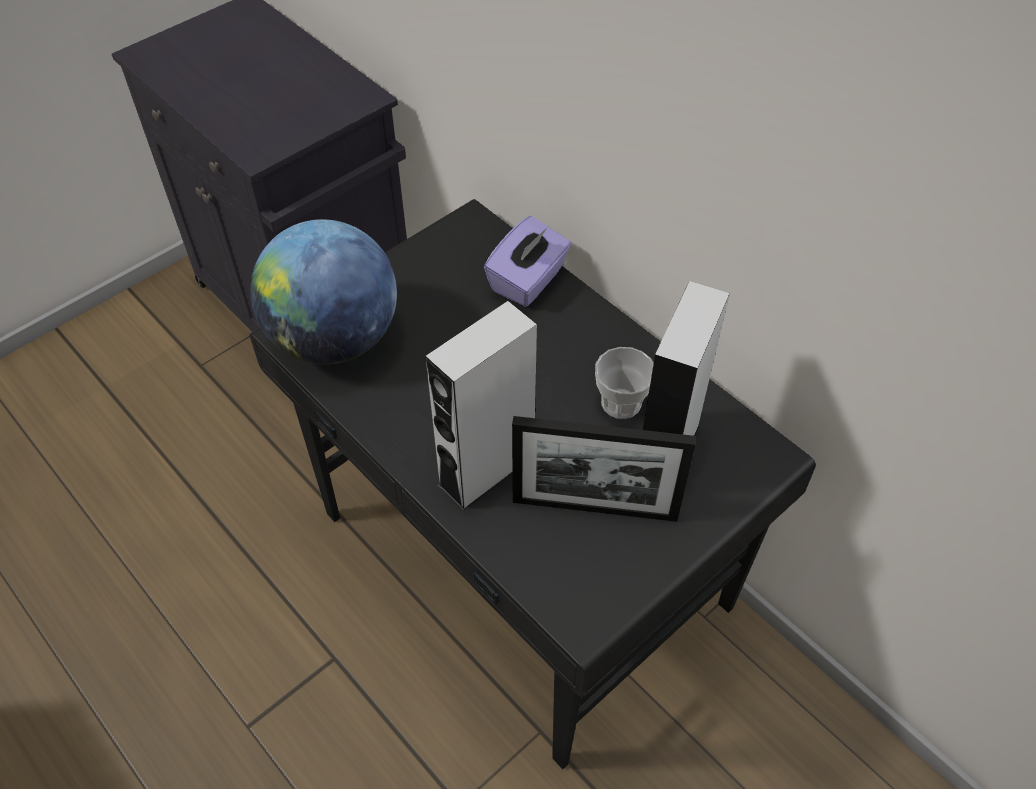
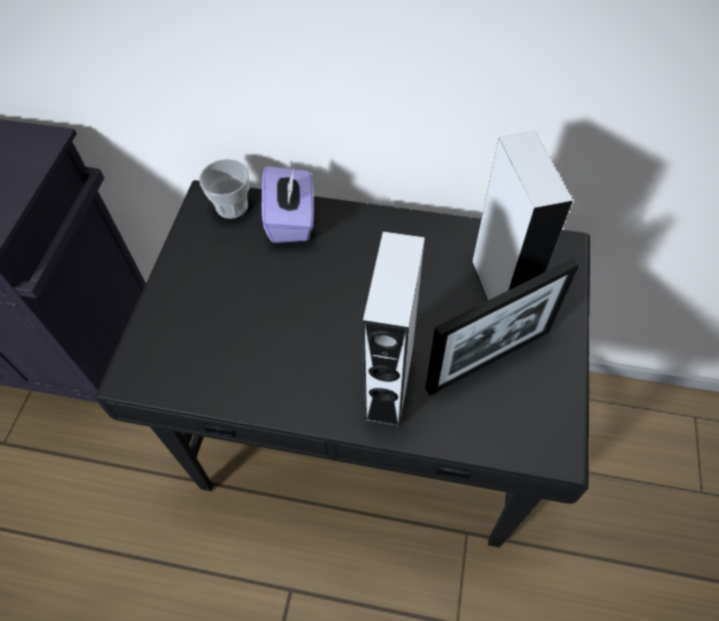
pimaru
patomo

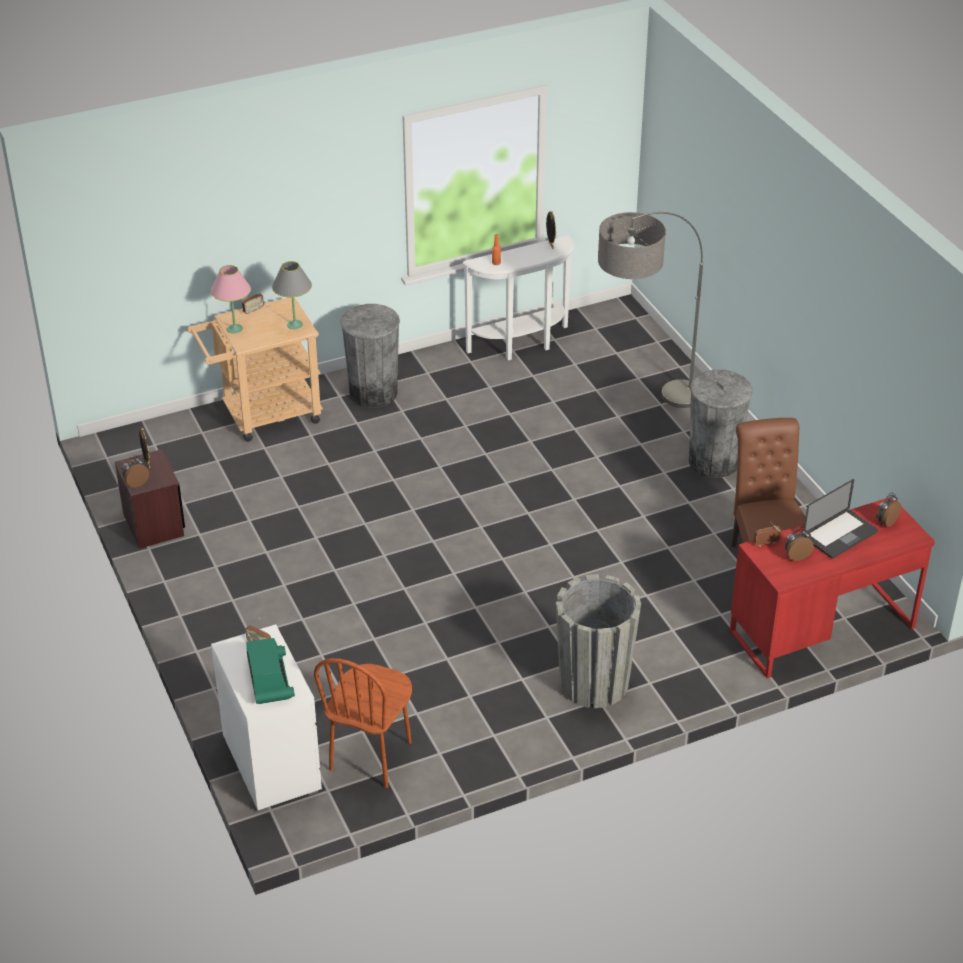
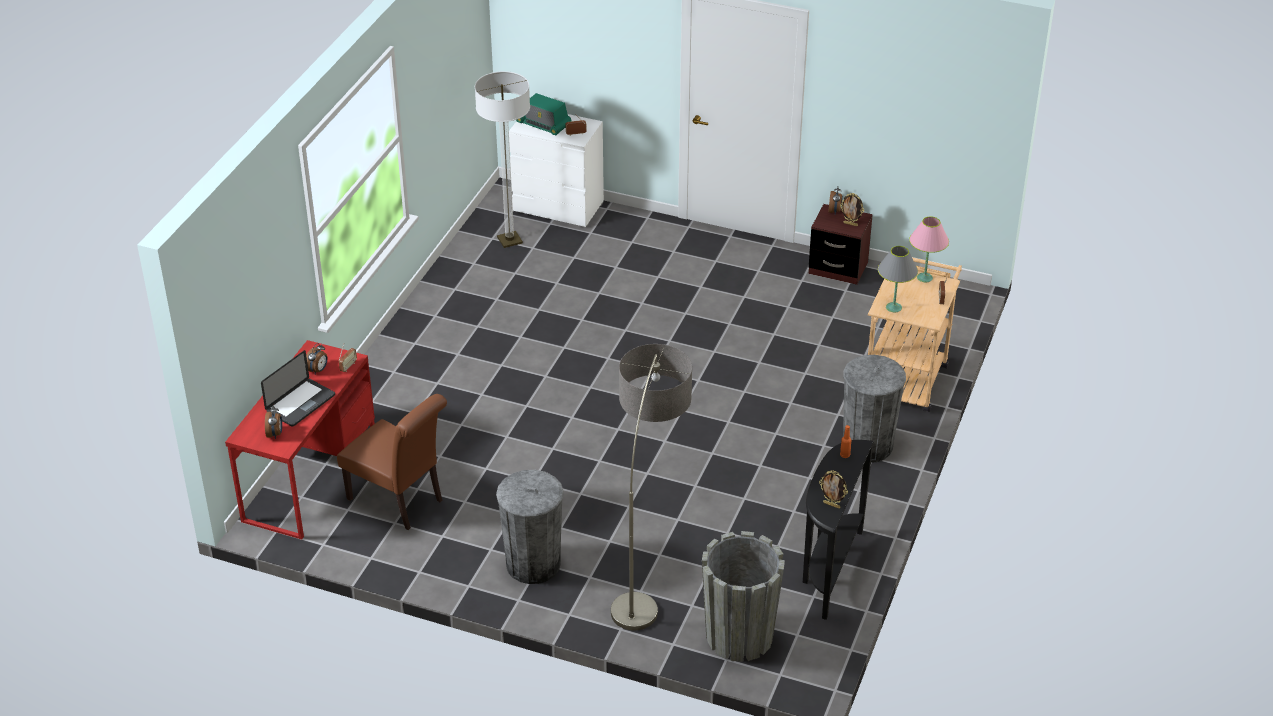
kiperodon (no. 1 from left)
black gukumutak
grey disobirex
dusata

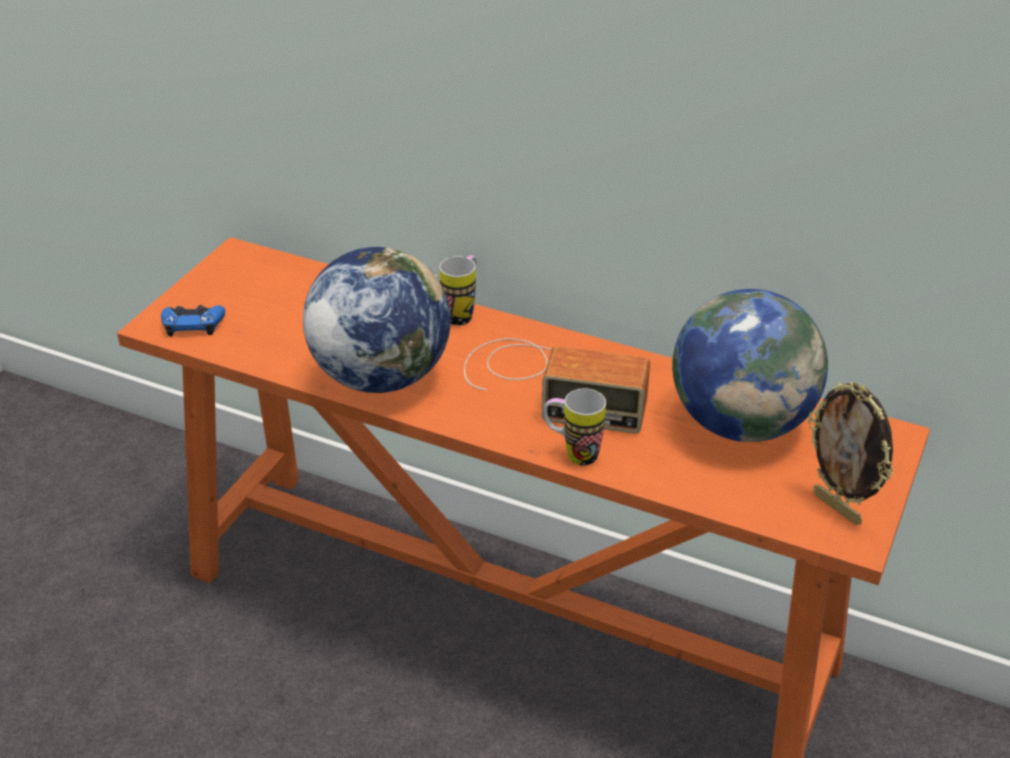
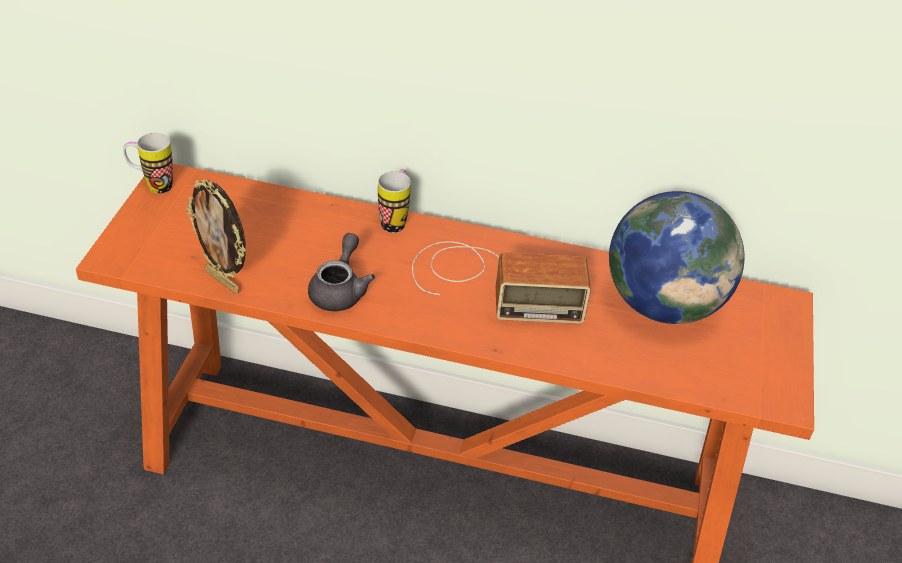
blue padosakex
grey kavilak
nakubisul (no. 1 from left)
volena

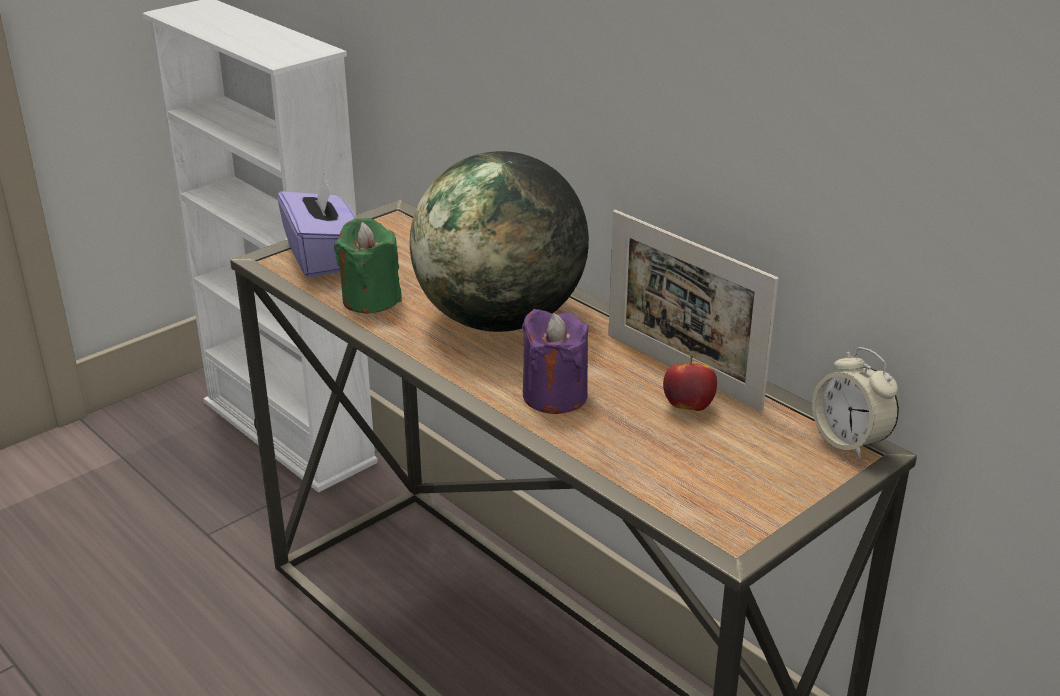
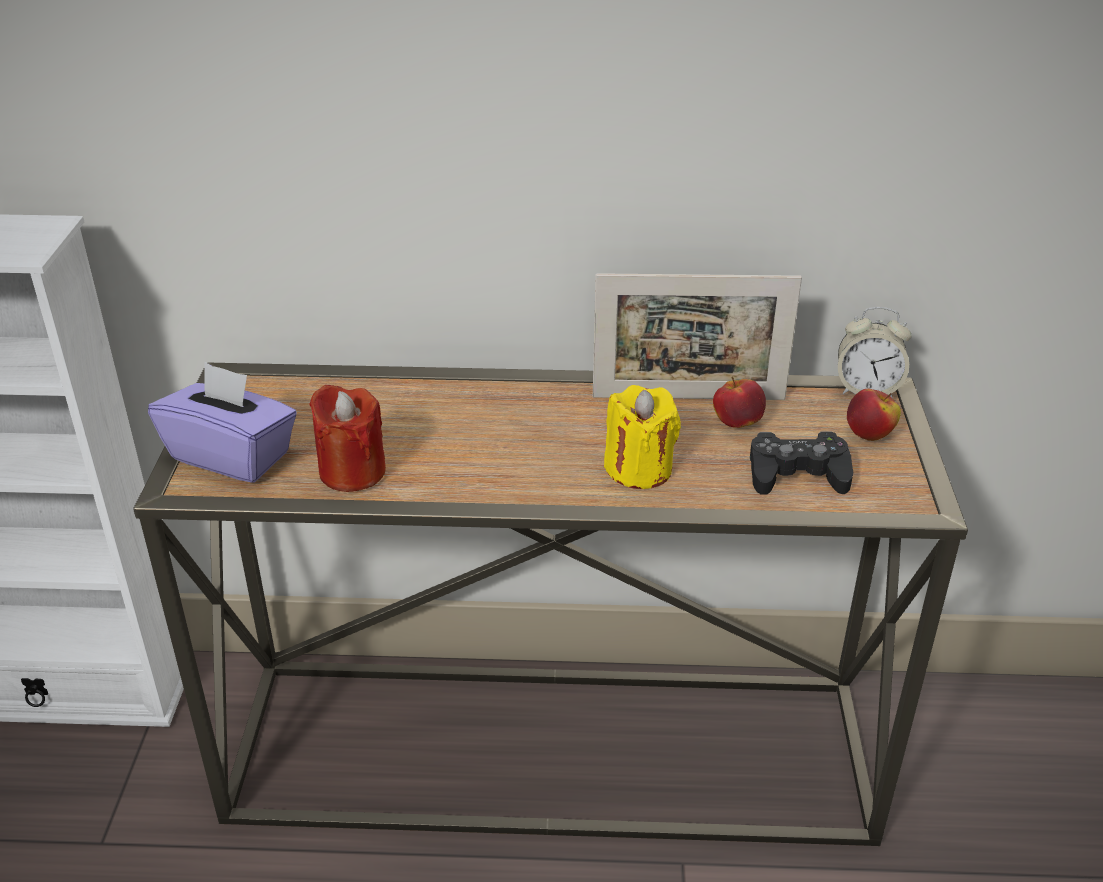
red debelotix
pimaru
yellow debelotix
black padosakex
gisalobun (no. 2 from left)

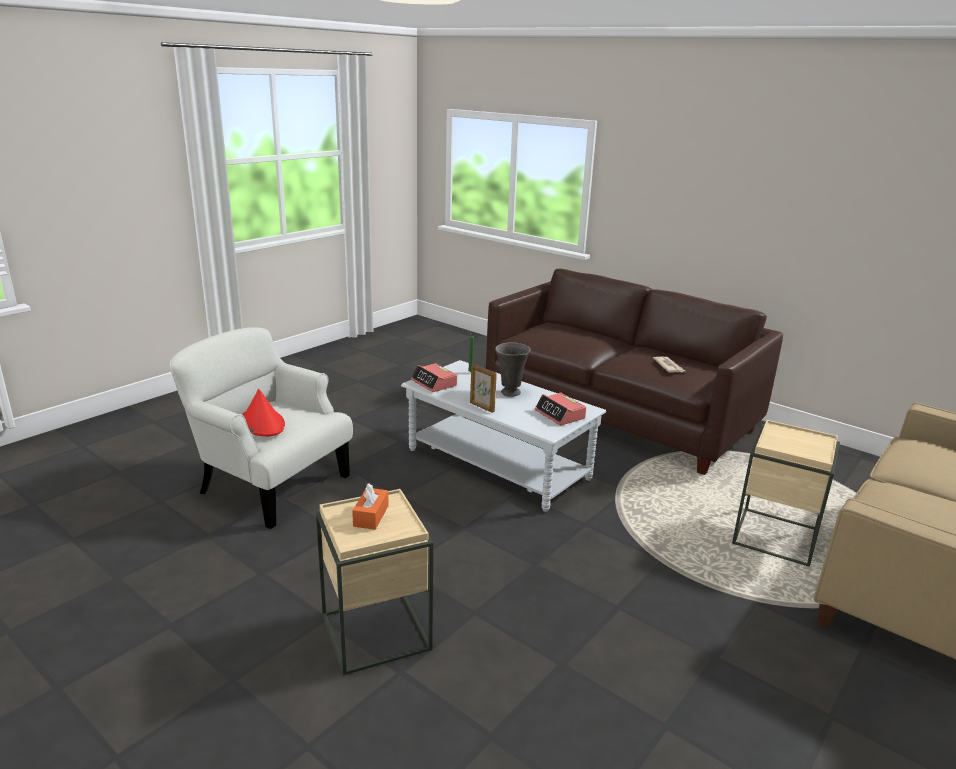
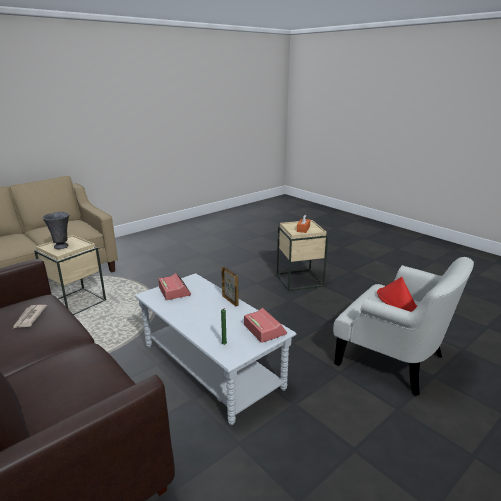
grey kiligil

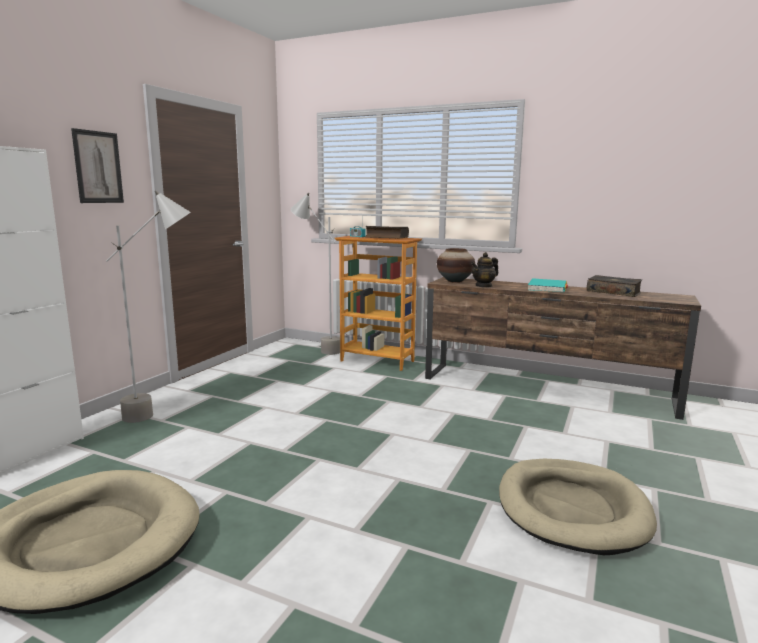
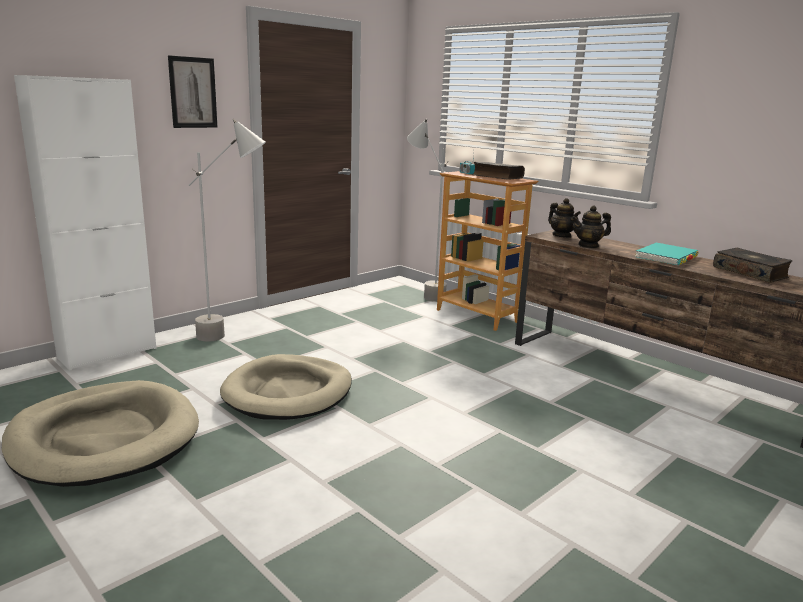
kavilak (no. 1 from left)
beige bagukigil (no. 2 from left)

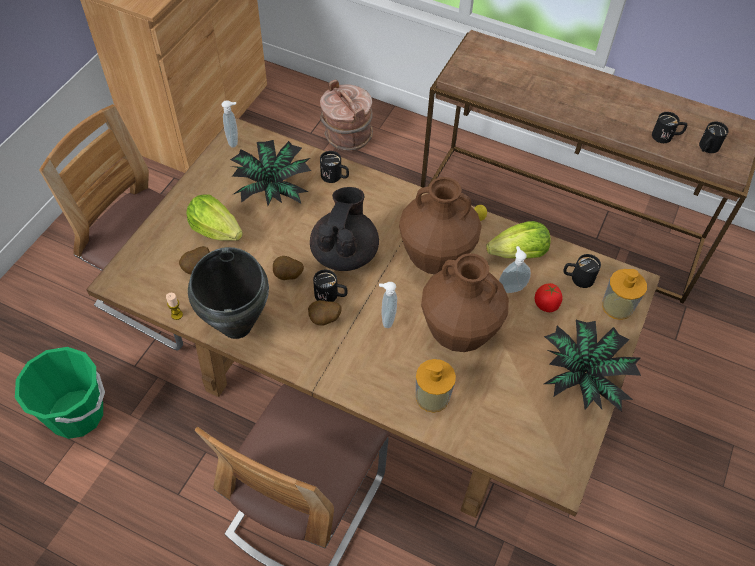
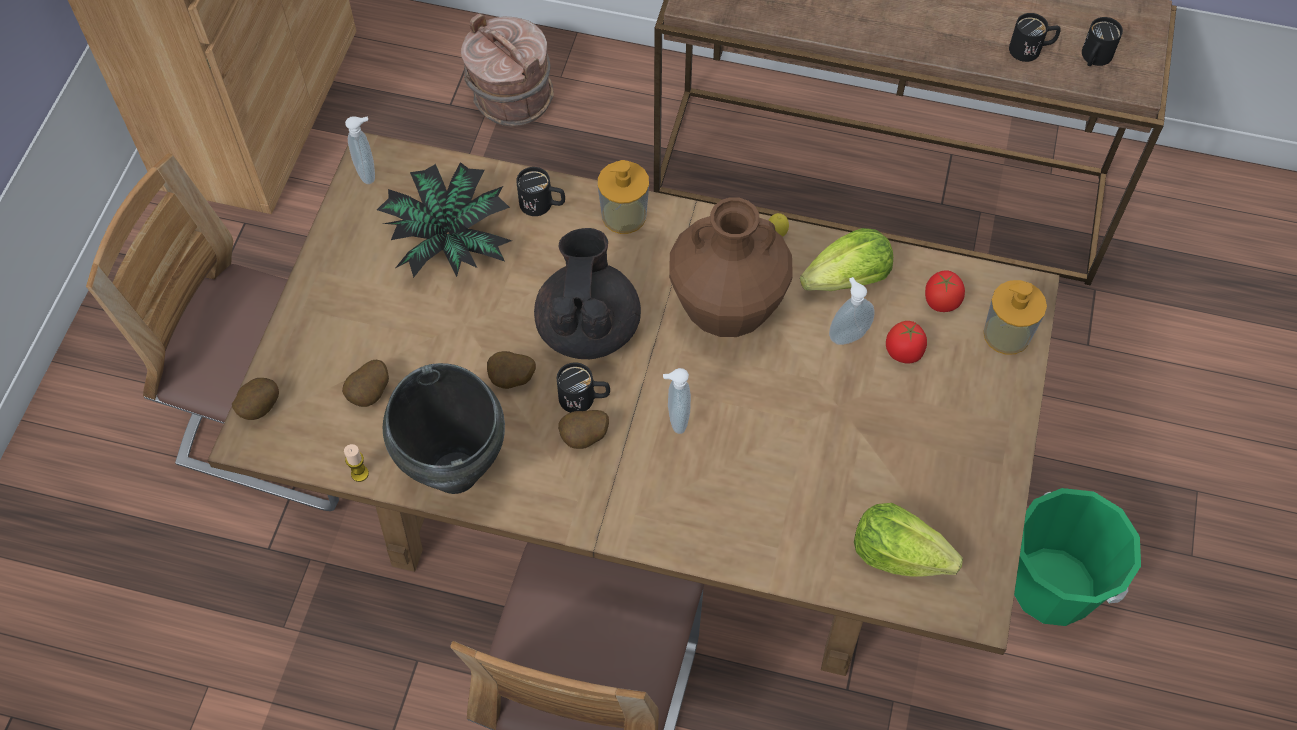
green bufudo
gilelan (no. 2 from left)
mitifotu (no. 2 from left)
brown kiligil (no. 2 from left in the first image)
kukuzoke (no. 2 from left in the first image)
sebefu (no. 2 from left)
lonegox (no. 1 from left)

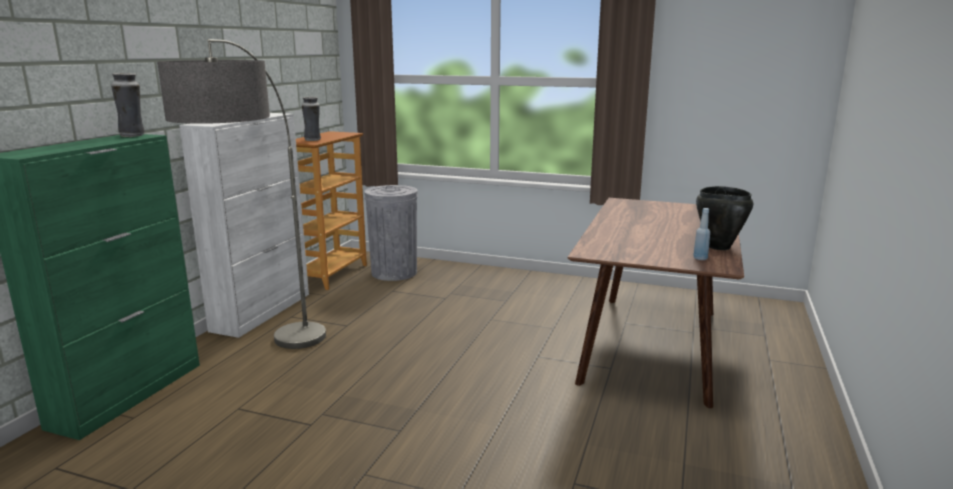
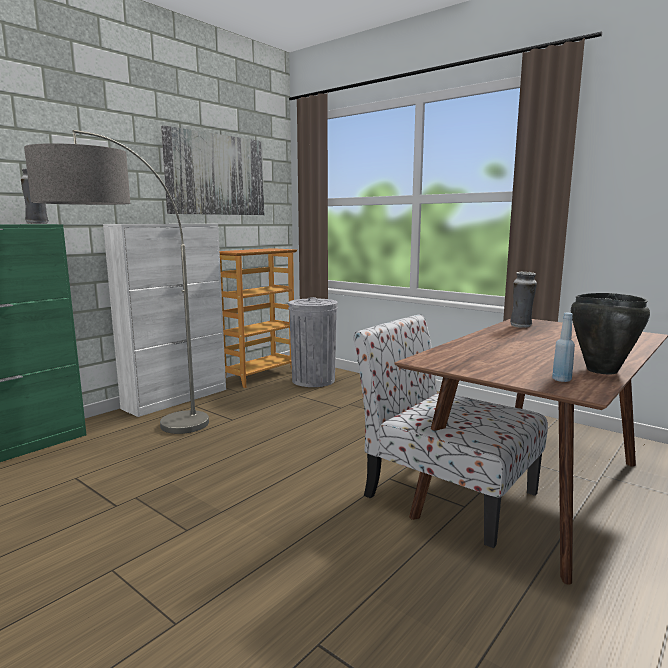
kiligil (no. 2 from left)
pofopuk
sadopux

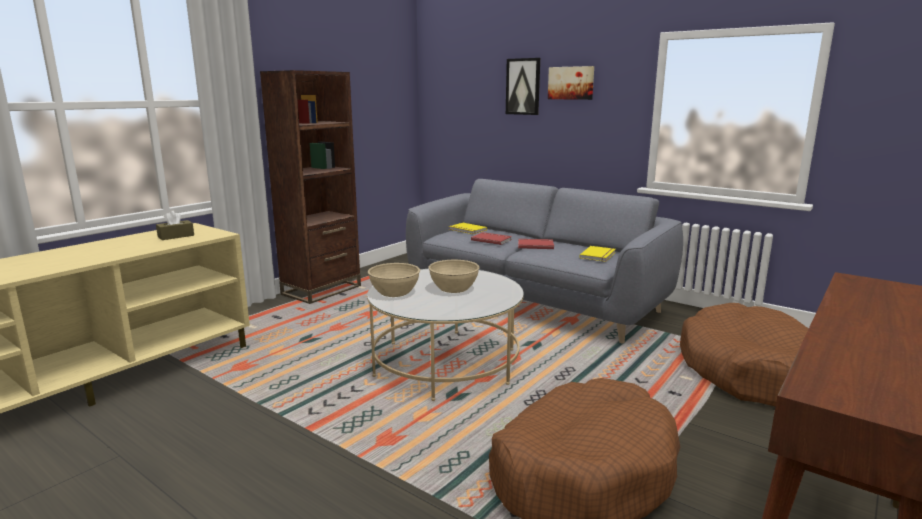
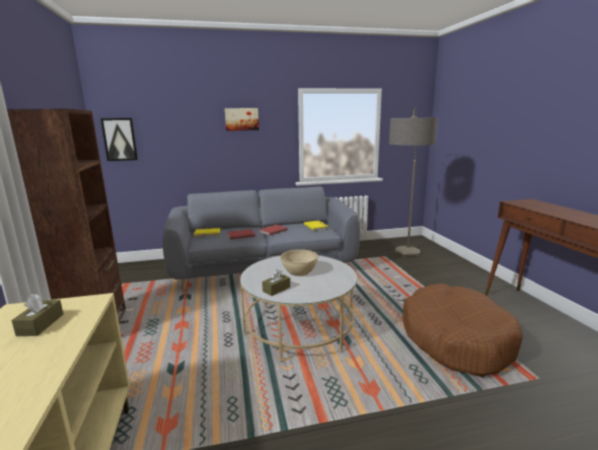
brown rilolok (no. 2 from left)
pofopuk (no. 1 from left)
kiperodon

